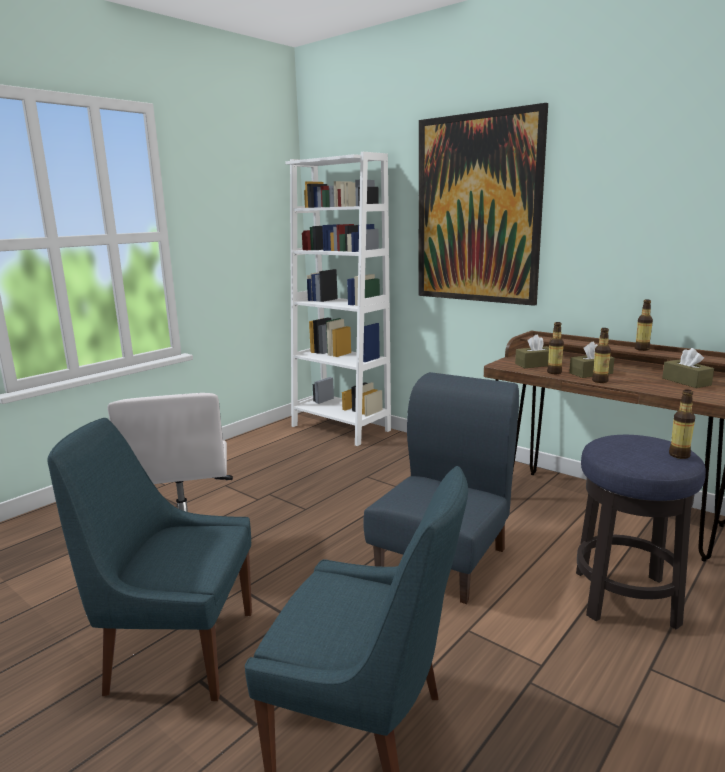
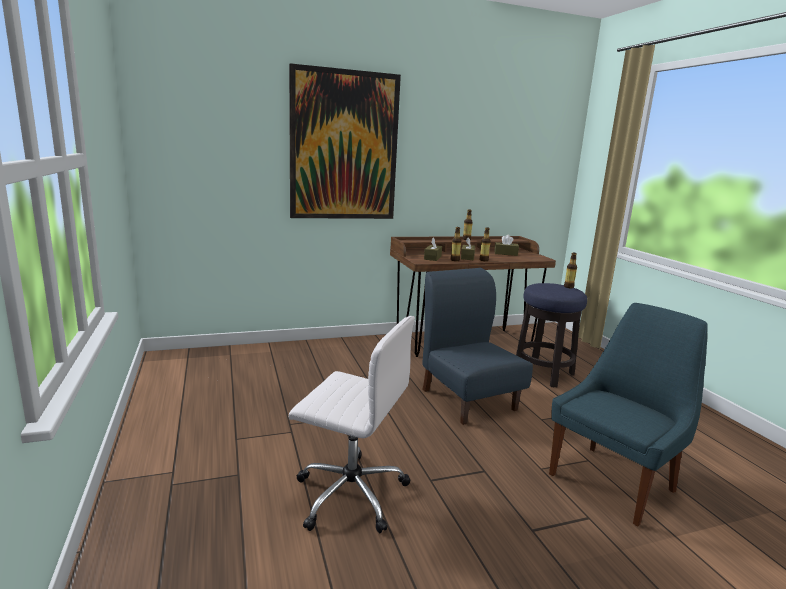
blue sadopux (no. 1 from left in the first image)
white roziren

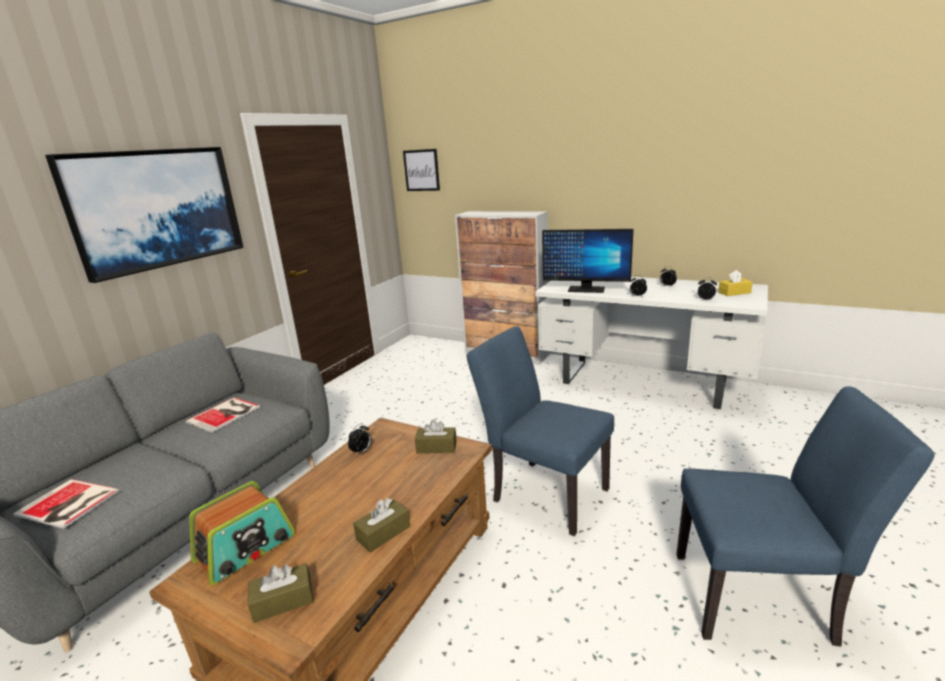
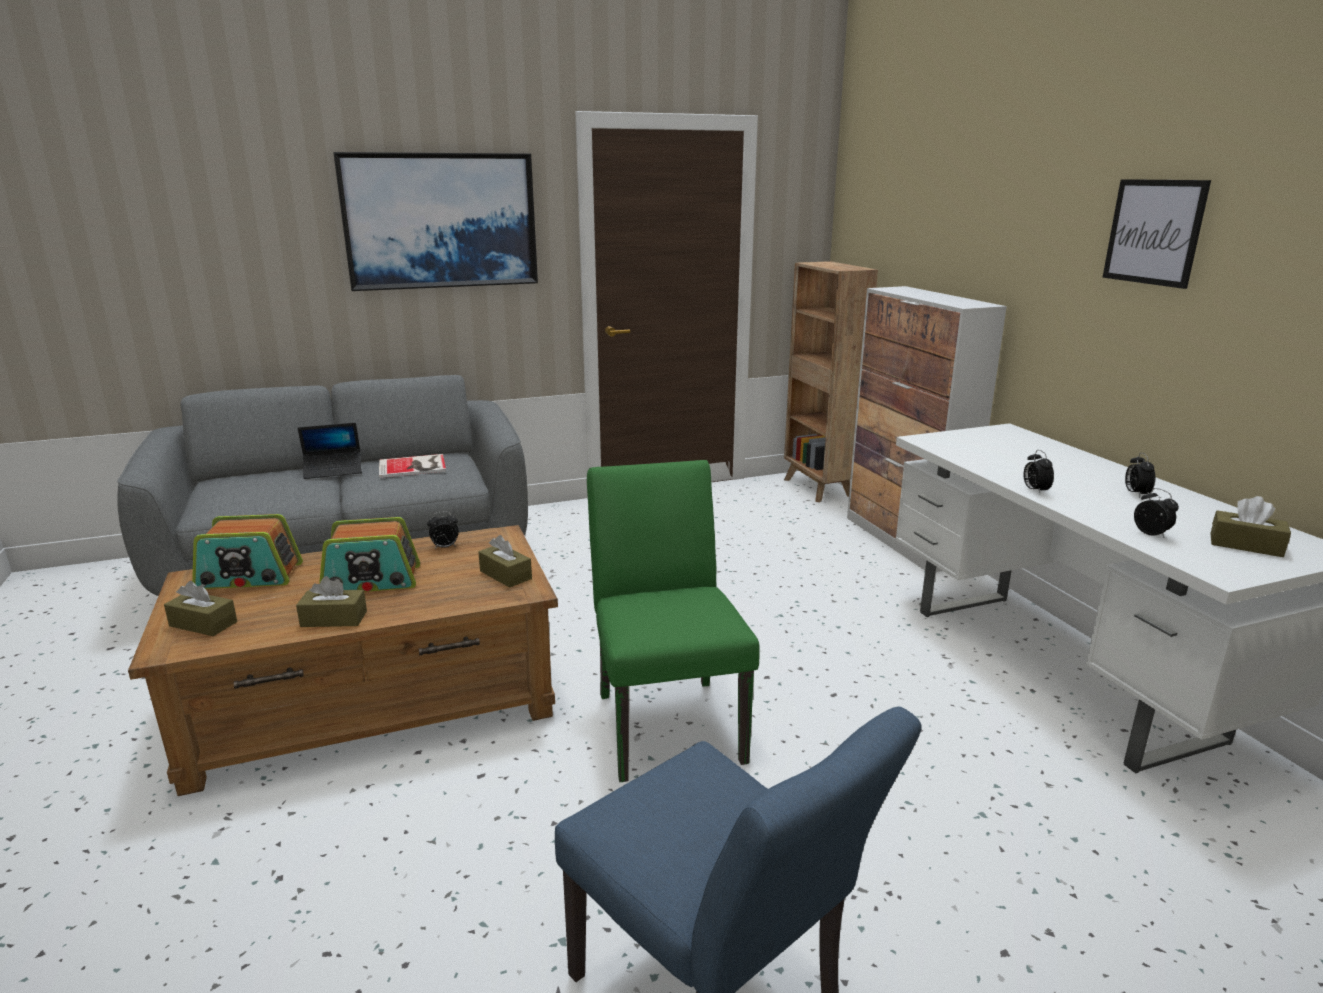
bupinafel (no. 1 from left in the first image)
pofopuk (no. 2 from left)
green sadopux
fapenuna
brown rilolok (no. 4 from left)
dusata
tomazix (no. 2 from left)
brown roziren

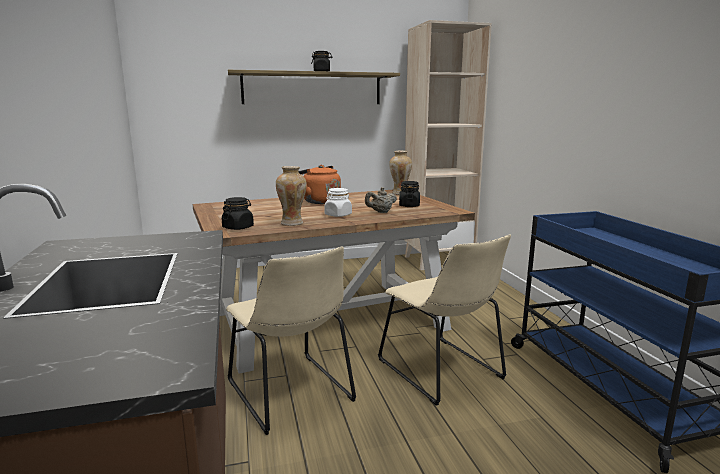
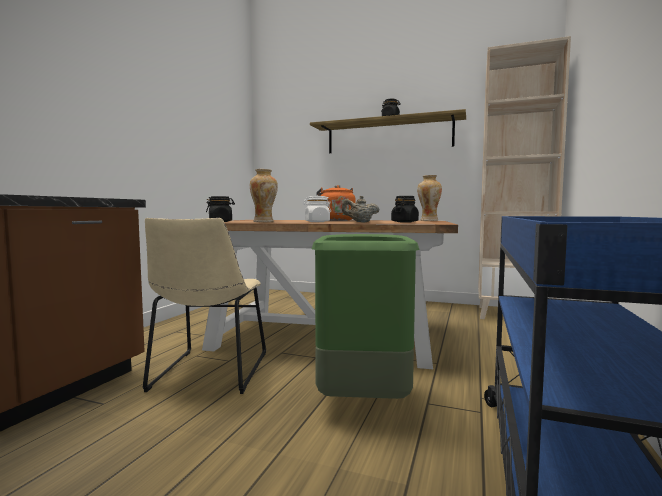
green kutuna

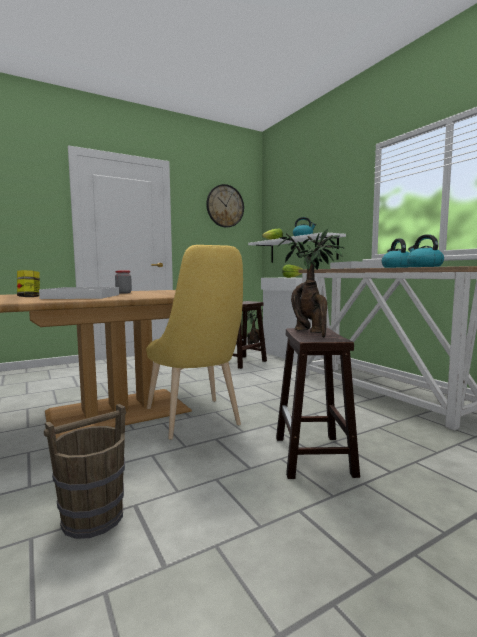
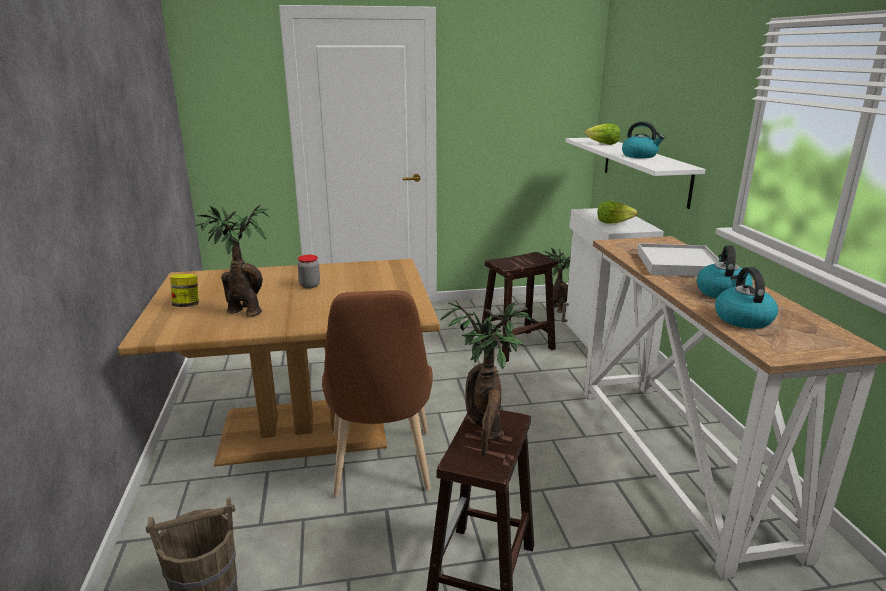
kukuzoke (no. 1 from left)
brown sadopux
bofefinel

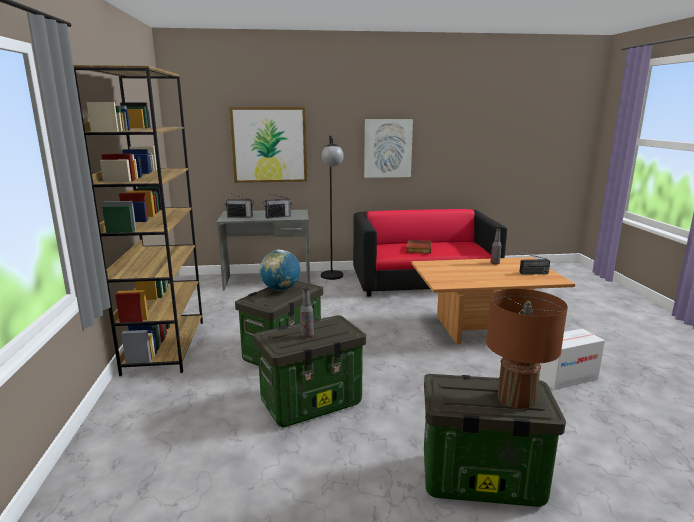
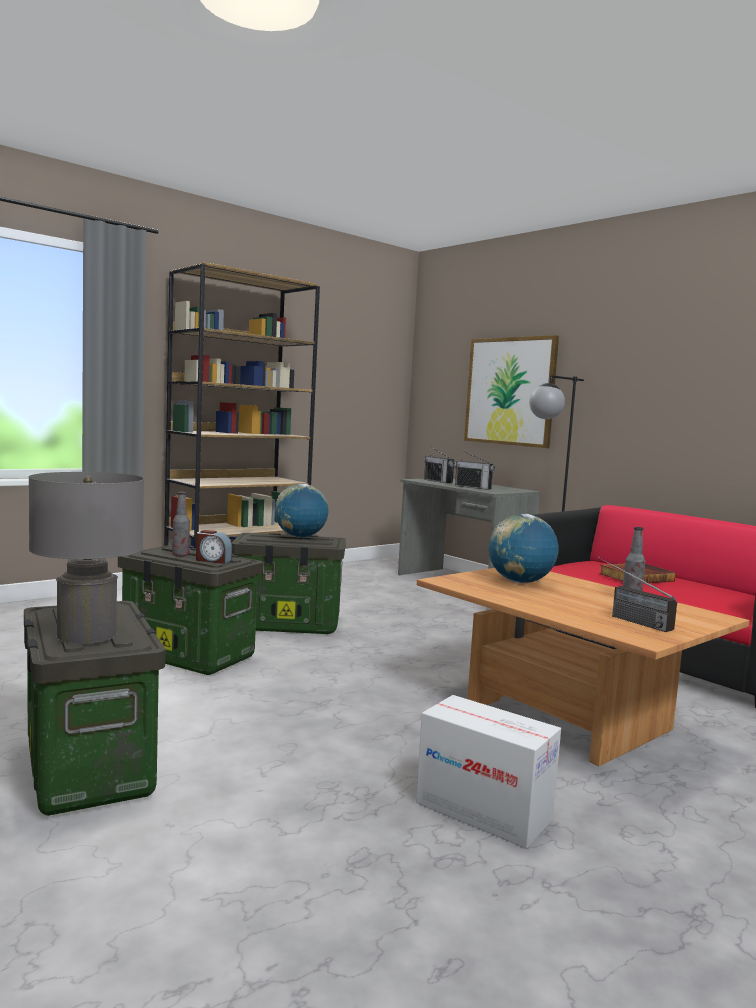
pofopuk (no. 2 from left in the first image)
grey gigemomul
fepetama
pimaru (no. 2 from left)

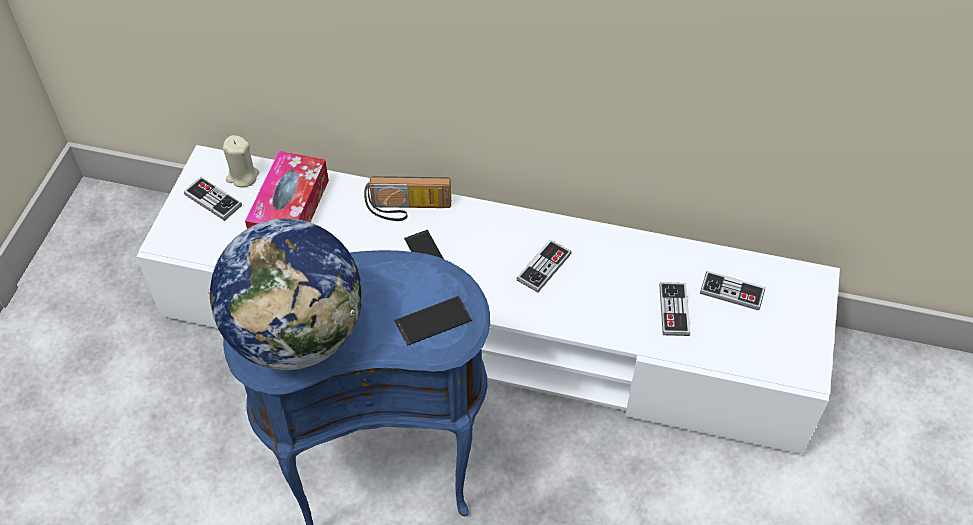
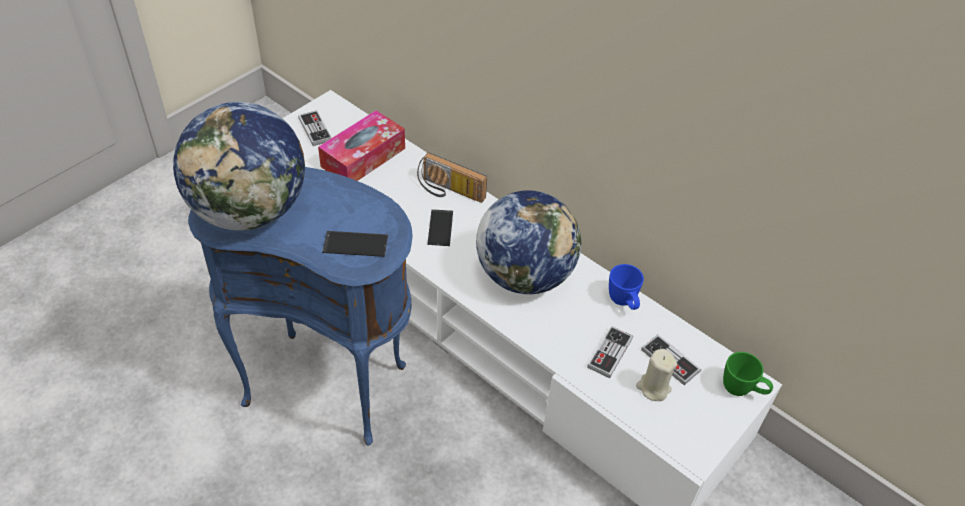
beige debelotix
pimaru (no. 2 from left)
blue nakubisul
green nakubisul

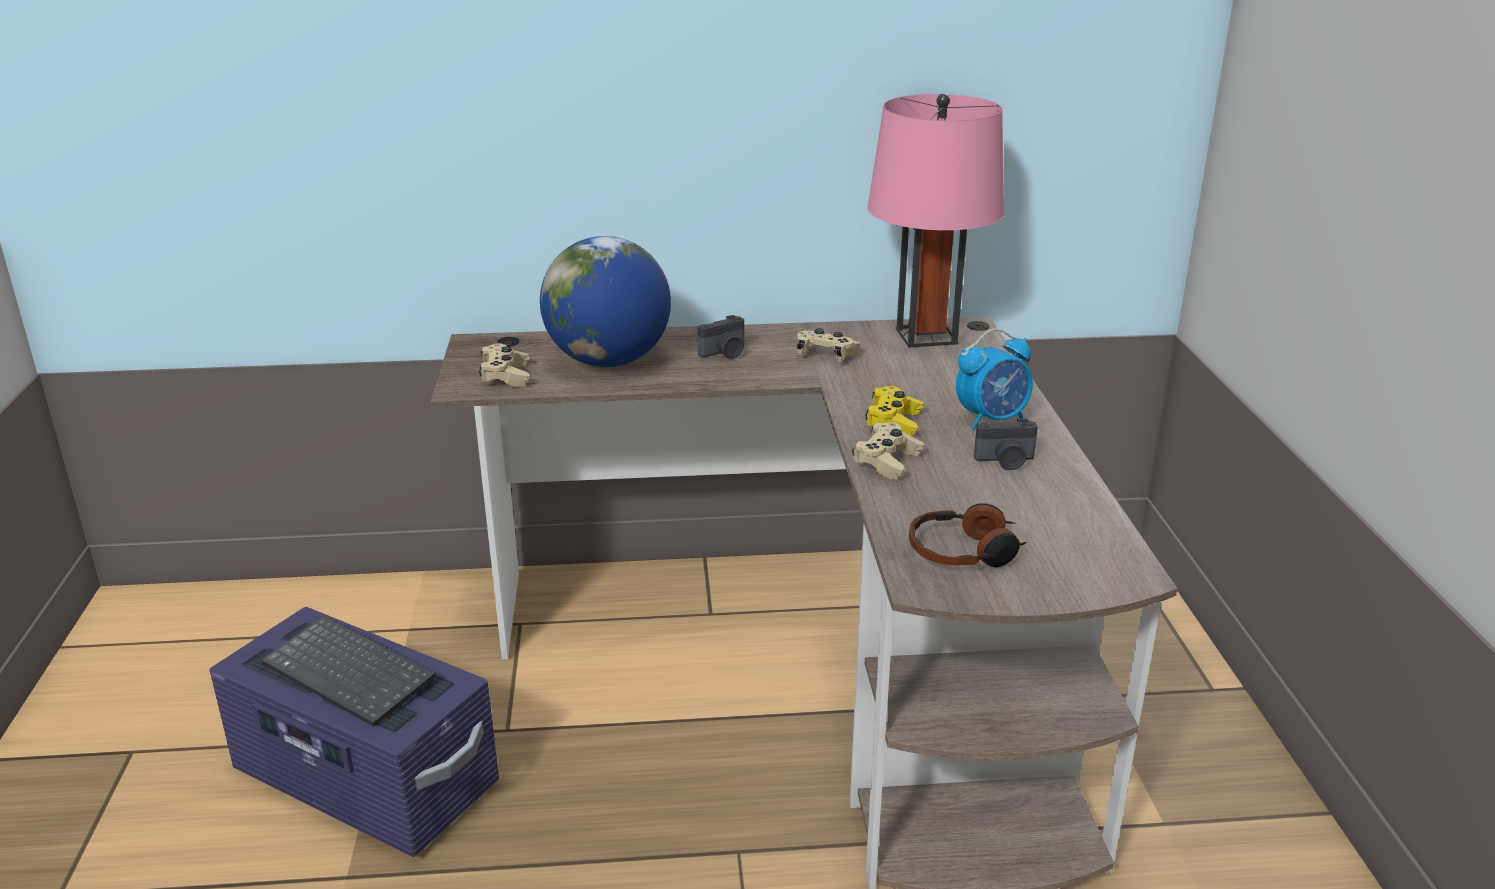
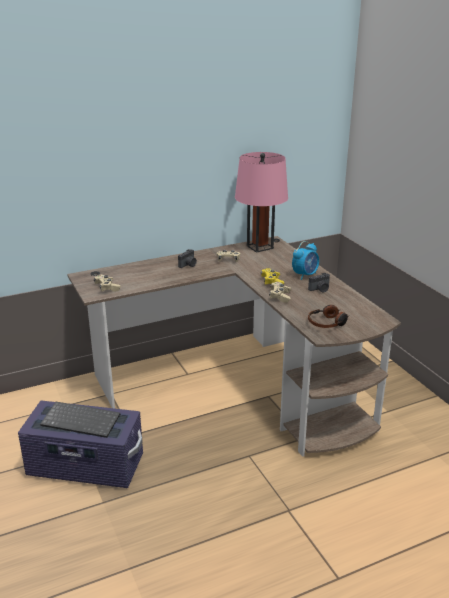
pimaru

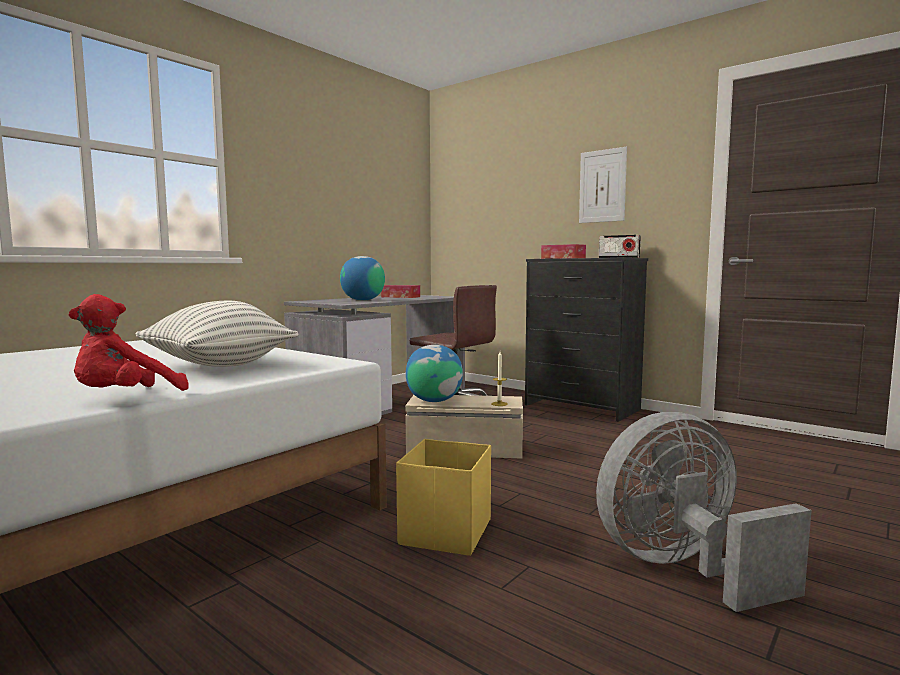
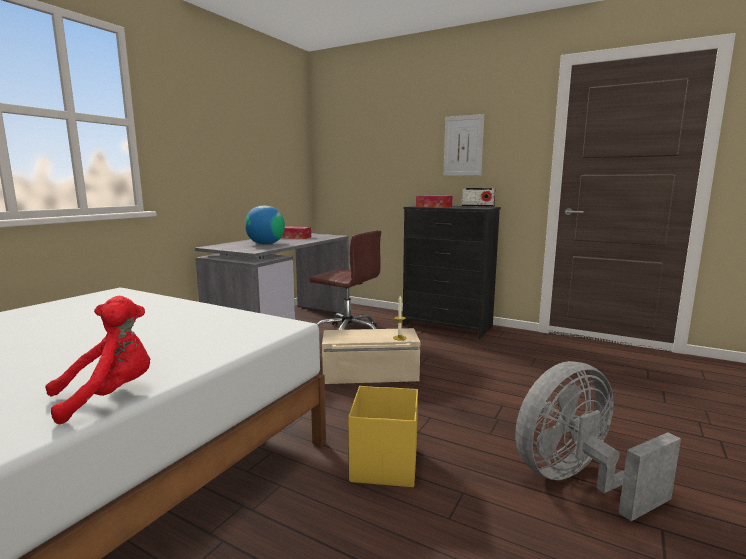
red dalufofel
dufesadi
pimaru (no. 2 from left in the first image)

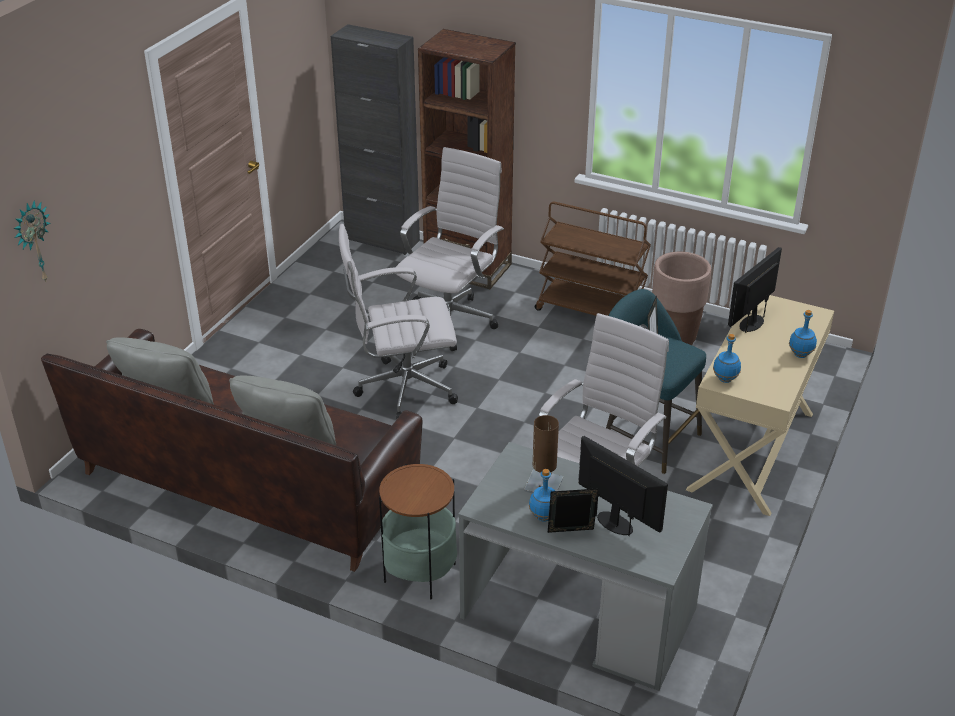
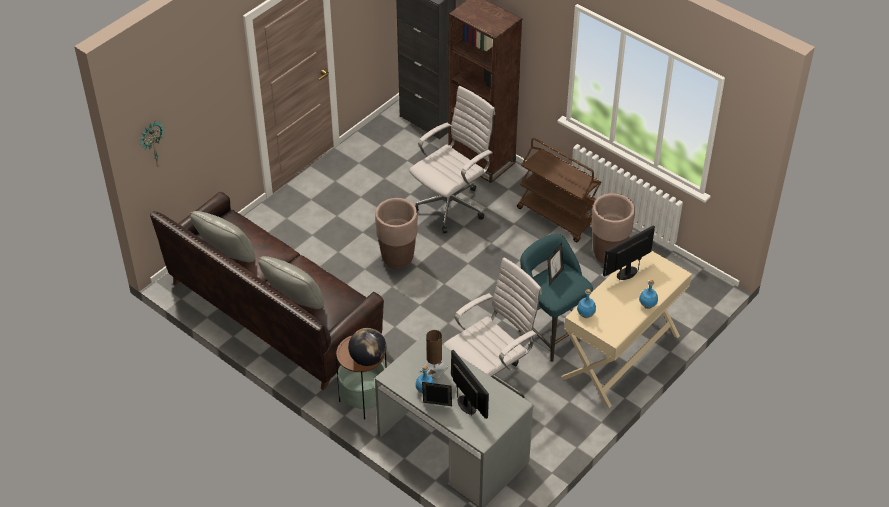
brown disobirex (no. 1 from left)
pimaru

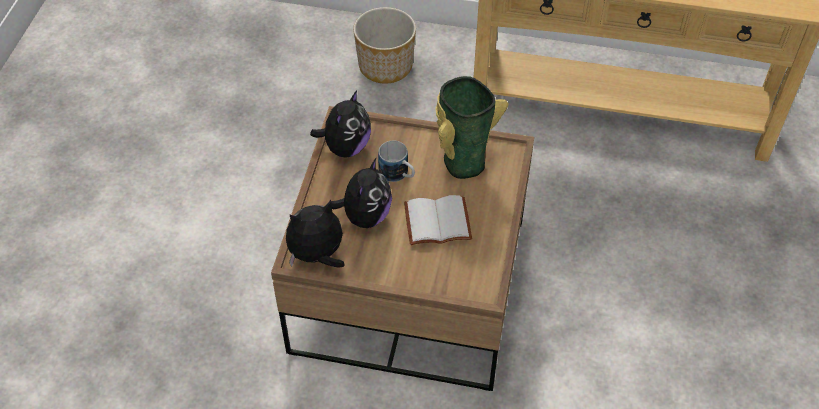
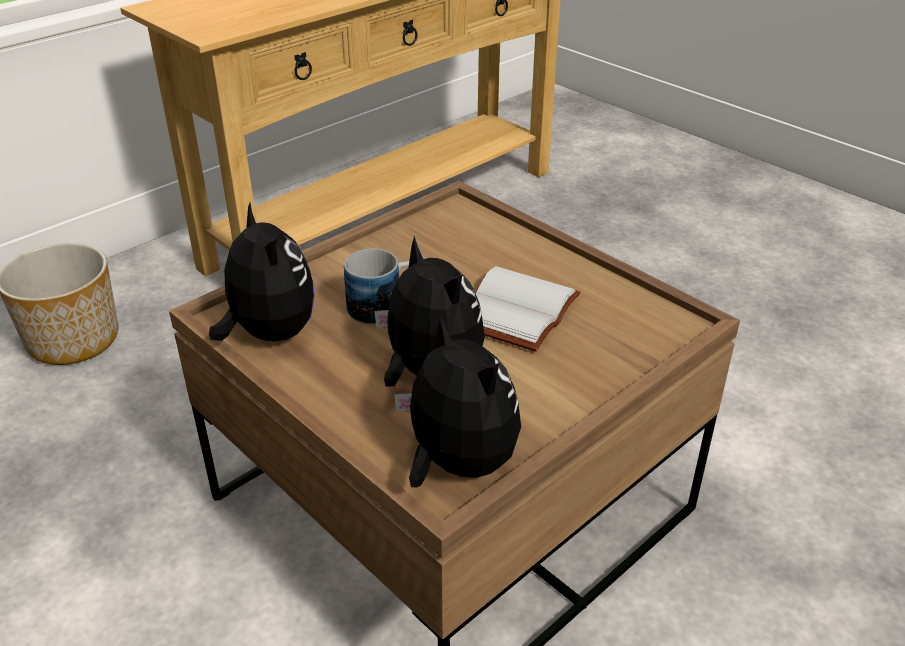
dalufofel (no. 3 from left)
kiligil

